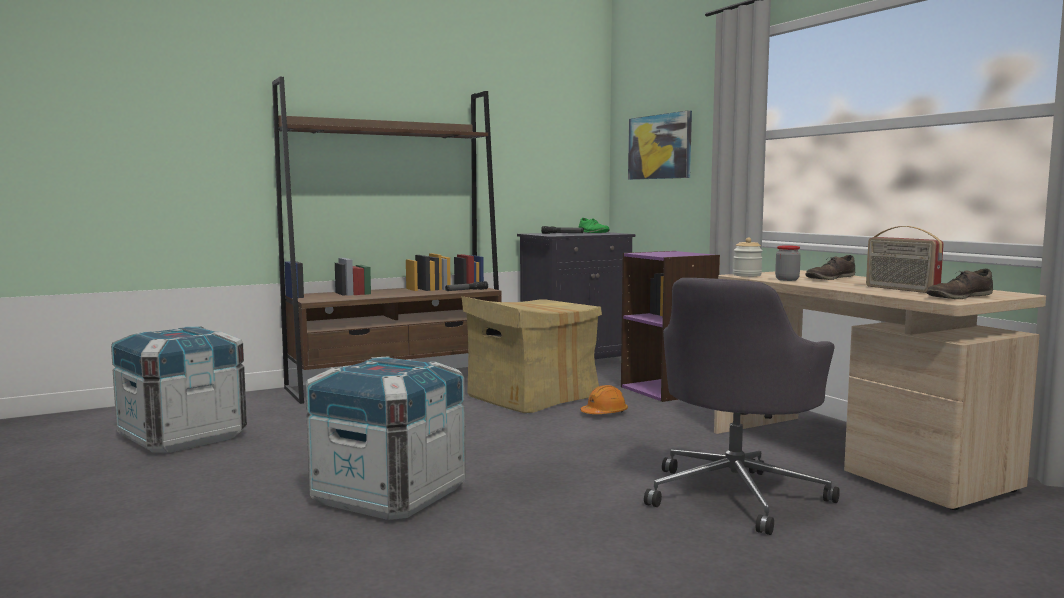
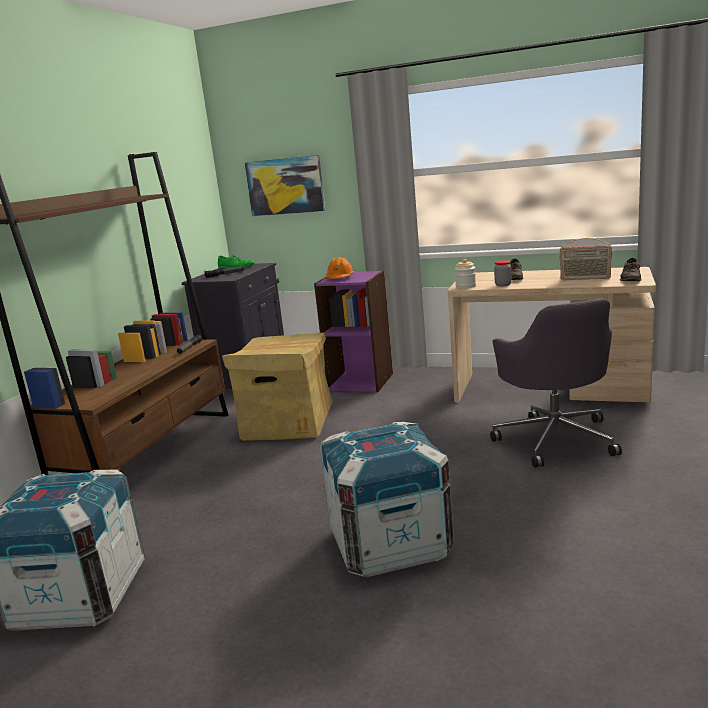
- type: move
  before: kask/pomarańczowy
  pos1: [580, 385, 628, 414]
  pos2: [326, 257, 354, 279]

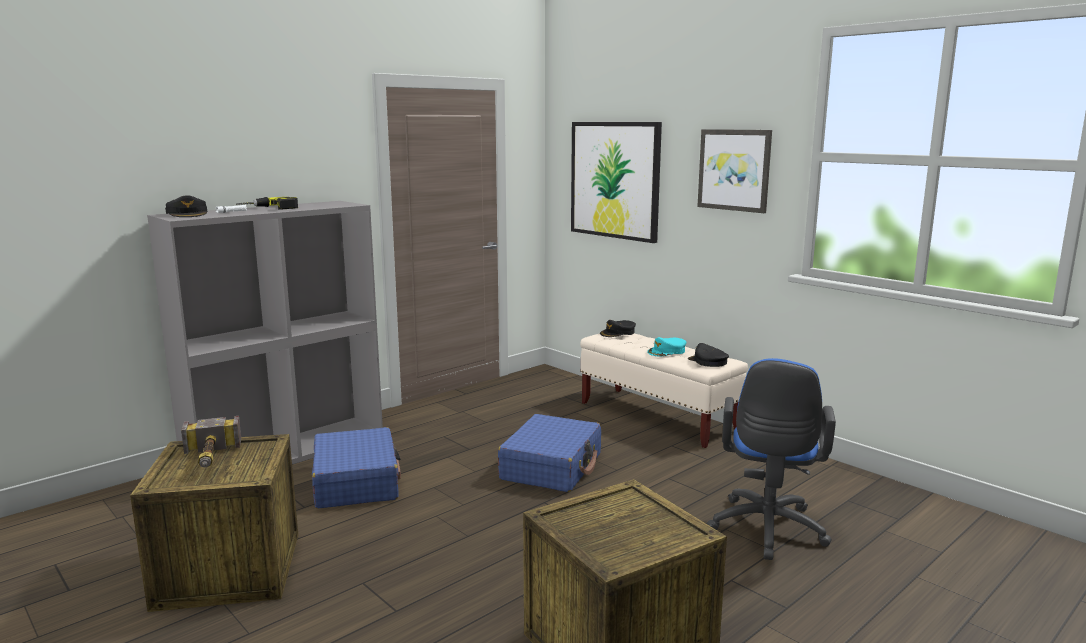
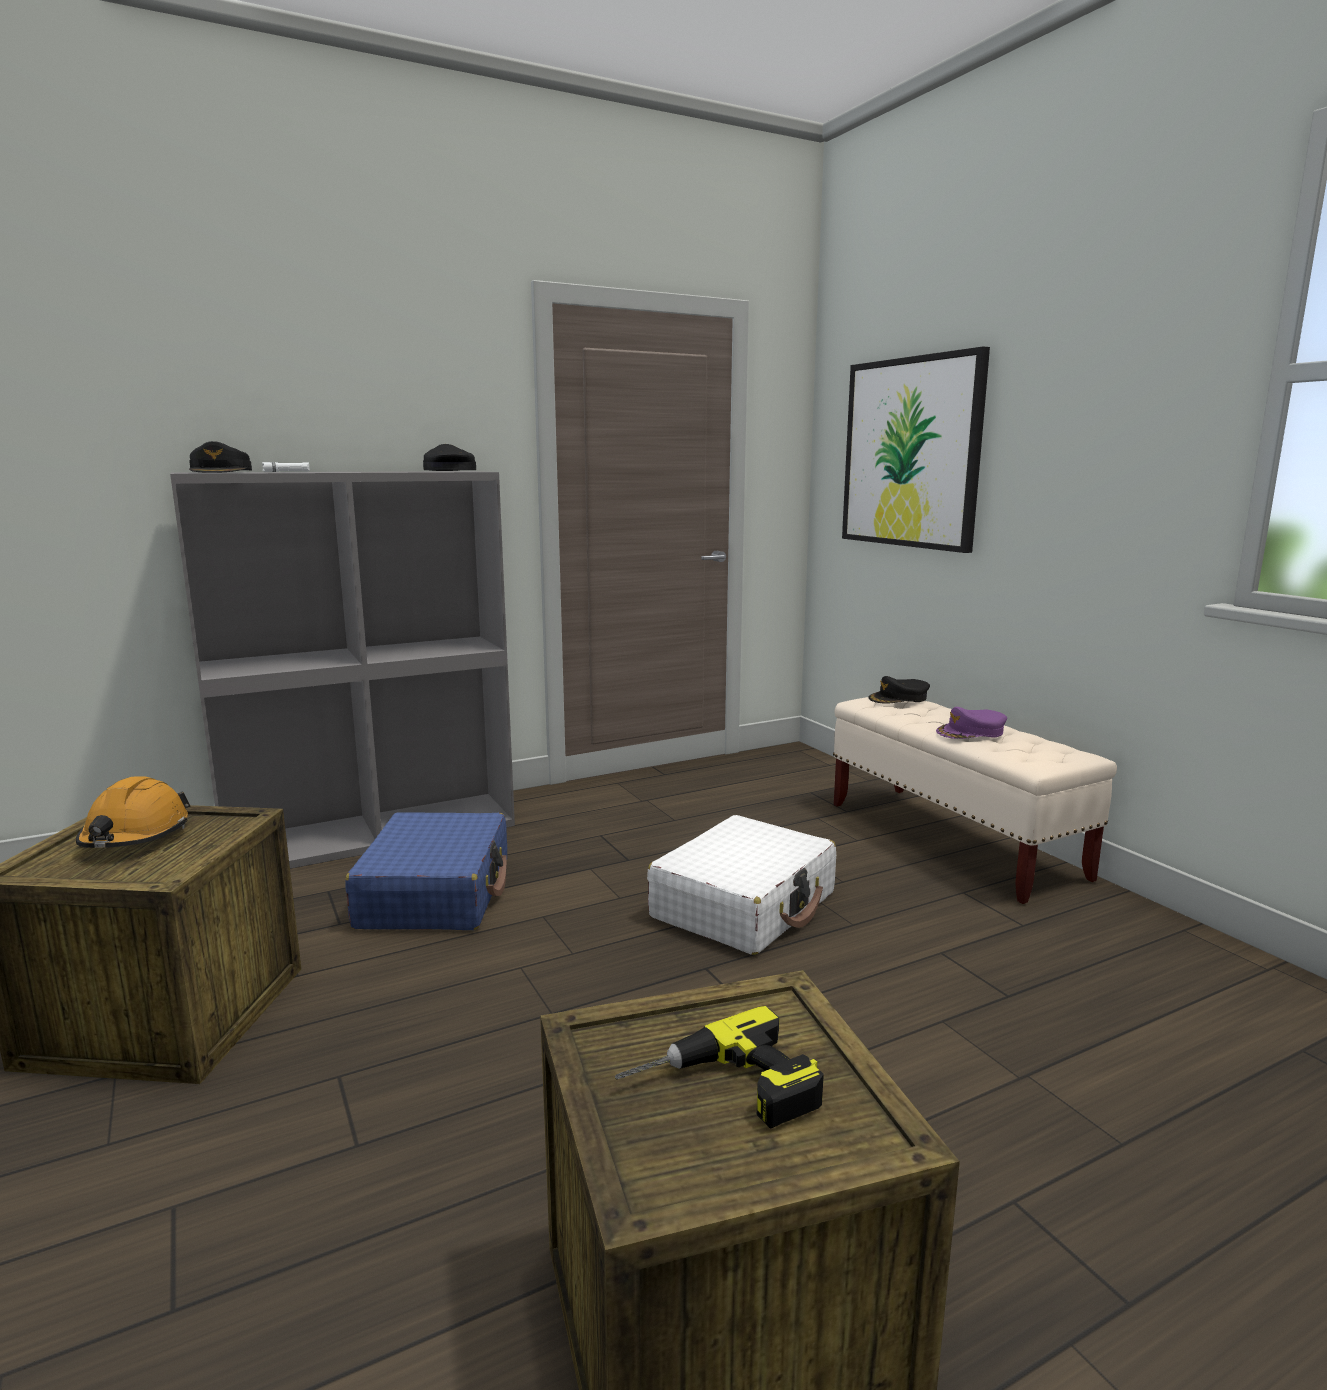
- type: delete
  before: obraz
  pos1: [697, 129, 772, 213]
- type: move
  before: wiertarka
  pos1: [236, 197, 298, 210]
  pos2: [615, 1006, 824, 1128]
- type: recolor
  before: czapka z daszkiem/turkusowy
  after: czapka z daszkiem/fioletowy
  pos1: [647, 337, 686, 356]
  pos2: [936, 707, 1007, 739]
- type: move
  before: czapka z daszkiem/czarny
  pos1: [688, 343, 729, 367]
  pos2: [423, 444, 476, 471]
- type: delete
  before: krzesło biurowe/niebieski
  pos1: [707, 358, 836, 560]
- type: recolor
  before: walizka/niebieski
  after: walizka/biały
  pos1: [498, 414, 601, 492]
  pos2: [647, 815, 836, 955]
- type: replace
  before: młotek
  after: kask/pomarańczowy
  pos1: [181, 416, 241, 468]
  pos2: [76, 776, 190, 848]

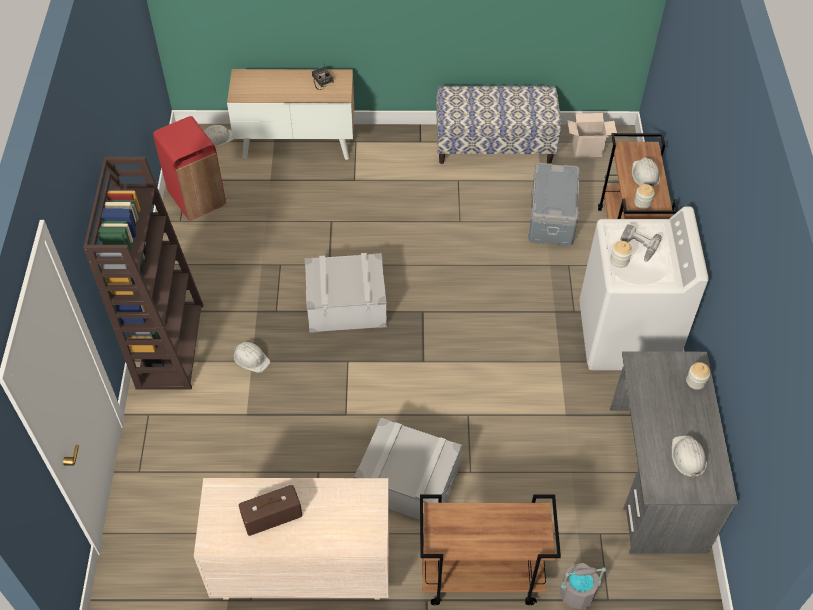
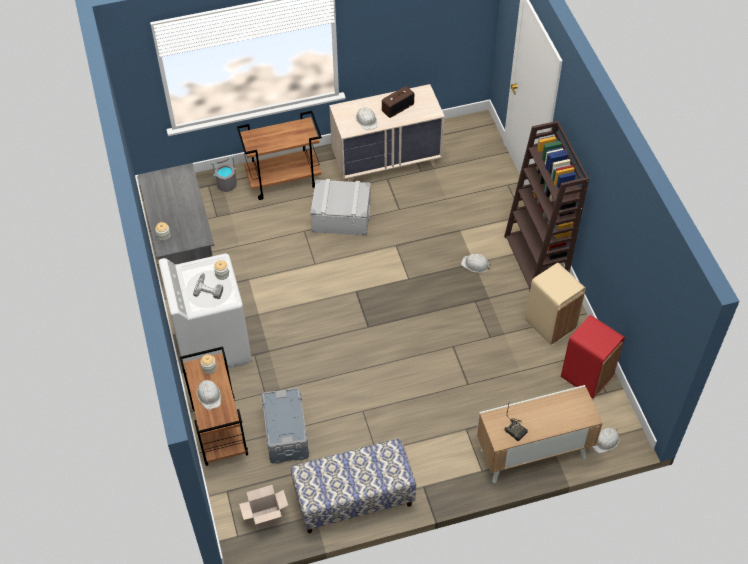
- type: delete
  before: pojemnik do przechowywania/szary
  pos1: [305, 253, 387, 333]
- type: move
  before: kask/biały
  pos1: [672, 435, 707, 479]
  pos2: [356, 107, 377, 130]
- type: insert
  after: kosz na śmieci/beżowy
  pos2: [525, 263, 586, 345]

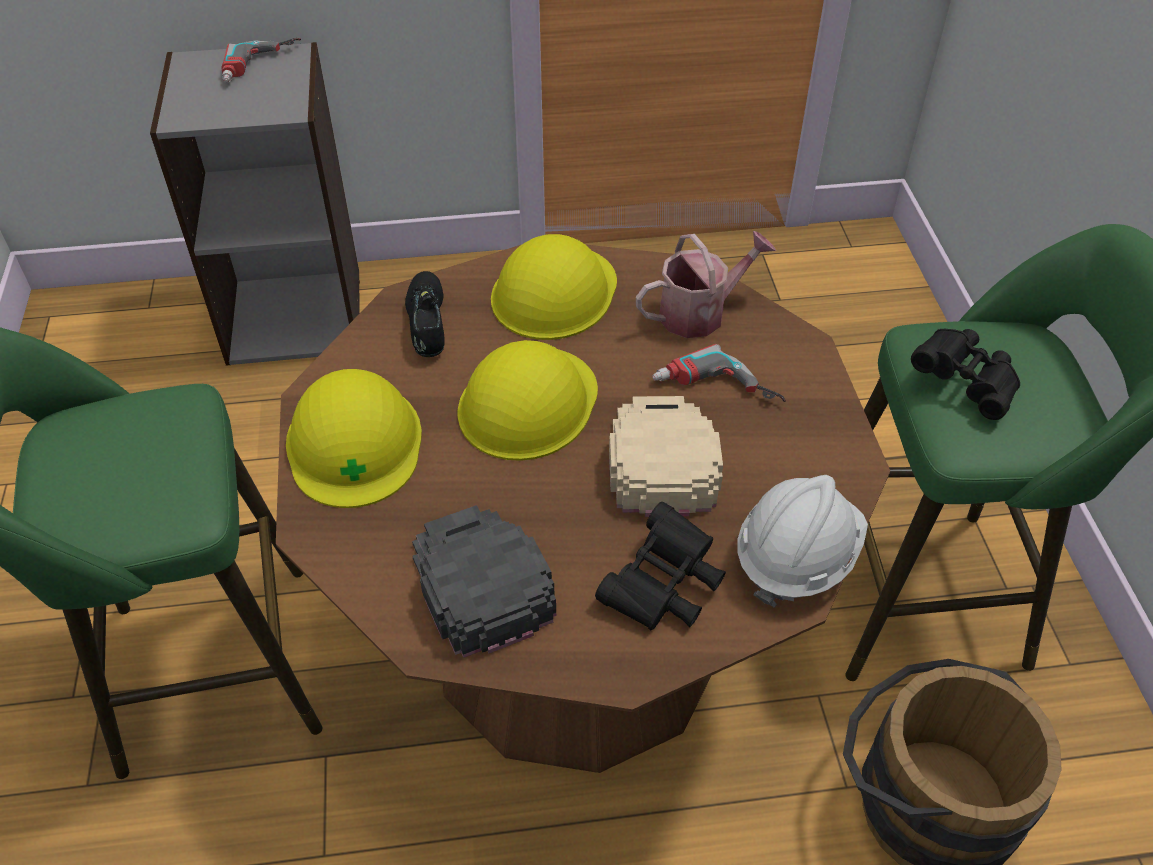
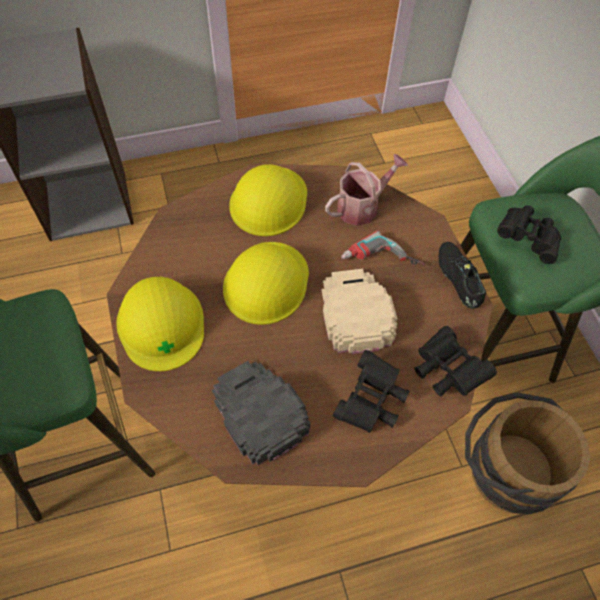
- type: delete
  before: wiertarka
  pos1: [222, 38, 301, 82]
- type: move
  before: but/czarny
  pos1: [405, 271, 445, 357]
  pos2: [439, 242, 486, 309]
- type: replace
  before: kask/biały
  after: lornetka/czarny
  pos1: [738, 475, 868, 608]
  pos2: [414, 326, 497, 396]

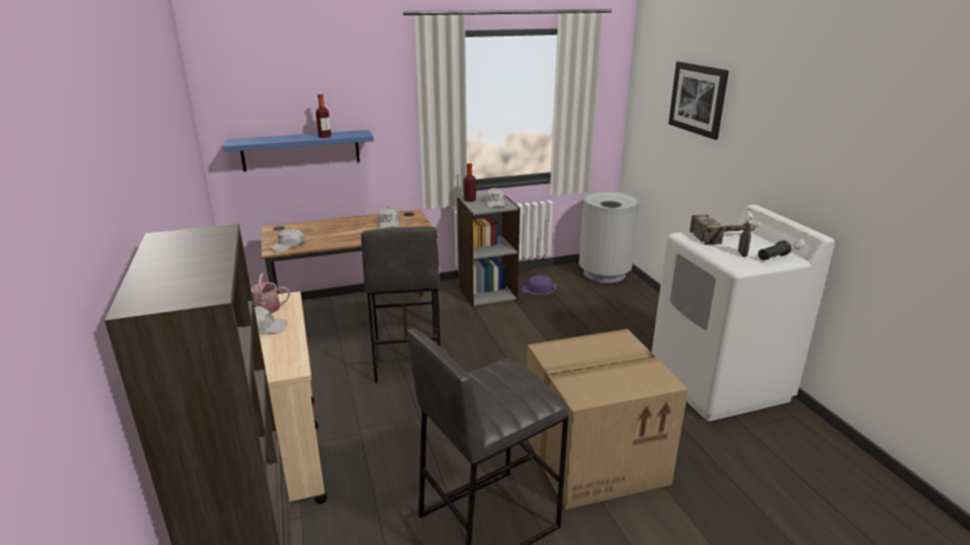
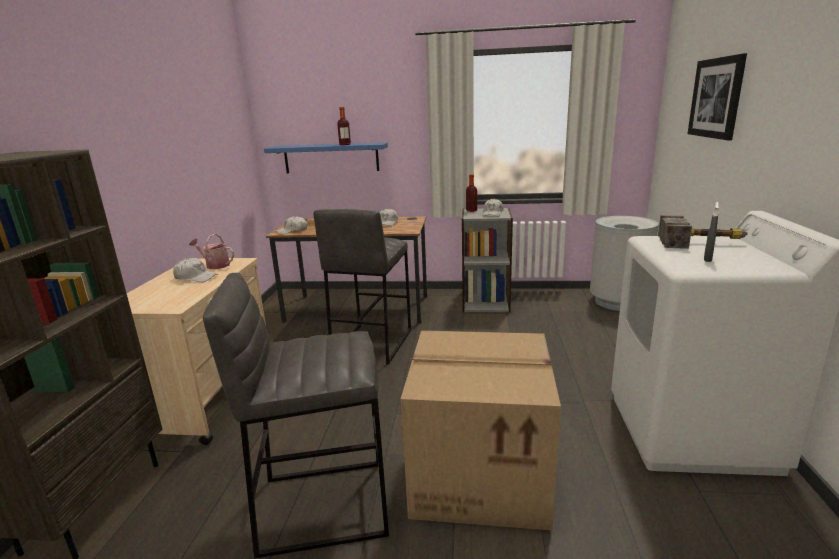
- type: delete
  before: latarka/czarny
  pos1: [758, 240, 791, 260]
- type: delete
  before: kask/fioletowy
  pos1: [522, 275, 557, 294]

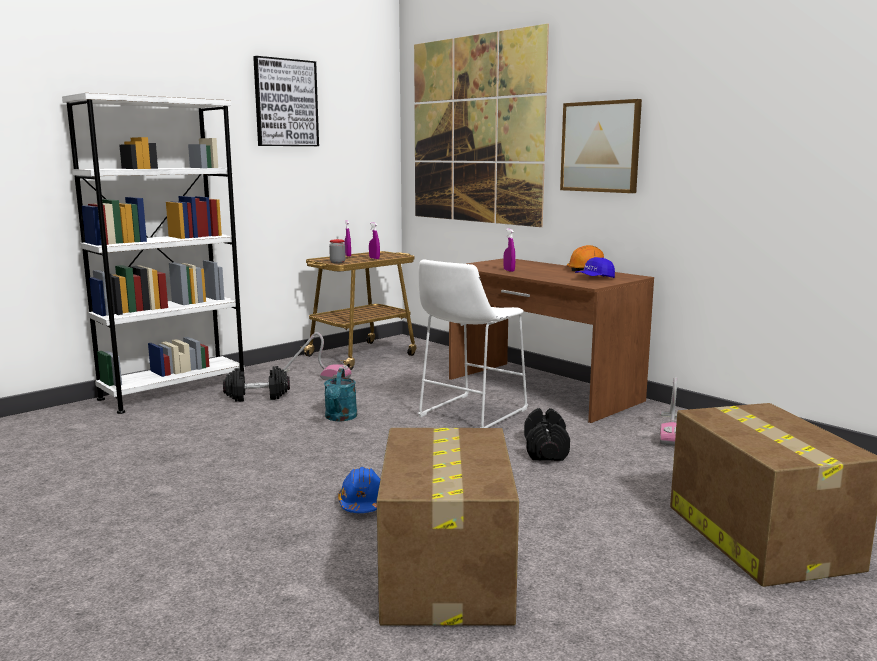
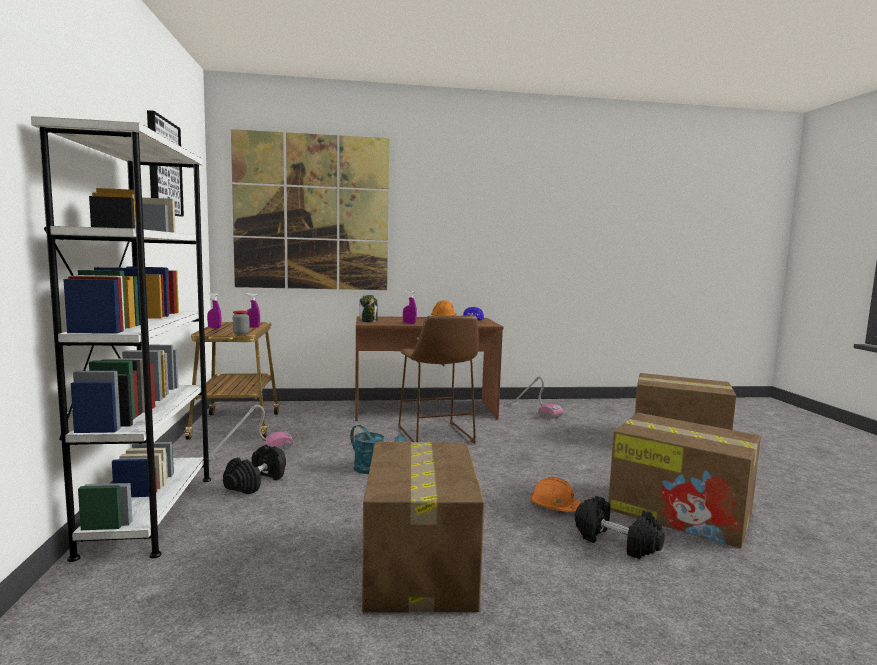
- type: delete
  before: obraz
  pos1: [560, 99, 642, 193]
- type: recolor
  before: stołek/biały
  after: stołek/brązowy
  pos1: [418, 260, 528, 428]
  pos2: [398, 315, 479, 444]
- type: move
  before: hantel/czarny
  pos1: [524, 408, 570, 461]
  pos2: [575, 496, 665, 559]
- type: recolor
  before: kask/niebieski
  after: kask/pomarańczowy
  pos1: [338, 467, 380, 513]
  pos2: [530, 477, 582, 512]
- type: insert
  after: słoik
  pos2: [359, 295, 378, 322]
- type: insert
  after: karton
  pos2: [362, 442, 484, 613]

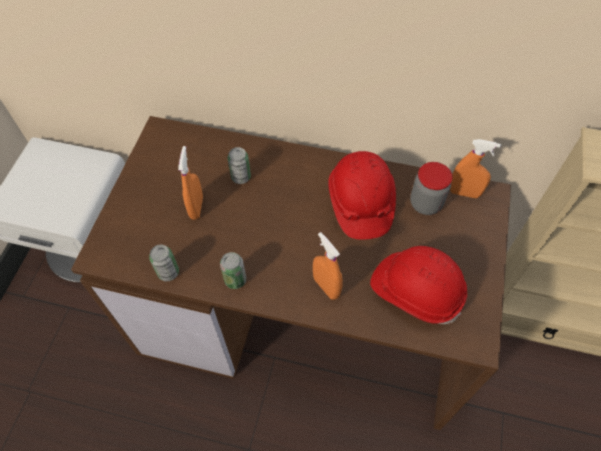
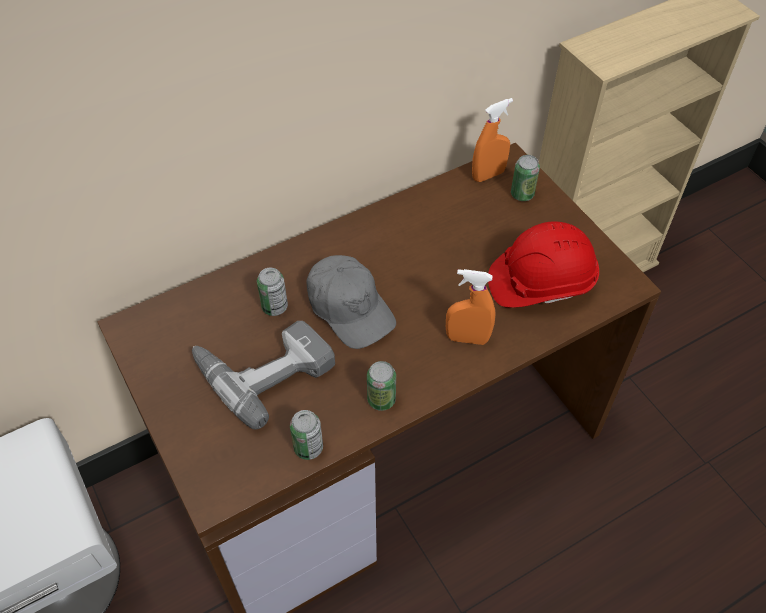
- type: replace
  before: spryskiwacz/pomarańczowy
  after: wiertarka
  pos1: [178, 146, 203, 220]
  pos2: [192, 321, 335, 429]
- type: delete
  before: kask/czerwony
  pos1: [328, 151, 396, 240]
- type: delete
  before: słoik
  pos1: [410, 162, 452, 215]
- type: insert
  after: puszka
  pos2: [511, 155, 540, 201]
- type: insert
  after: czapka z daszkiem/szary
  pos2: [306, 255, 396, 349]

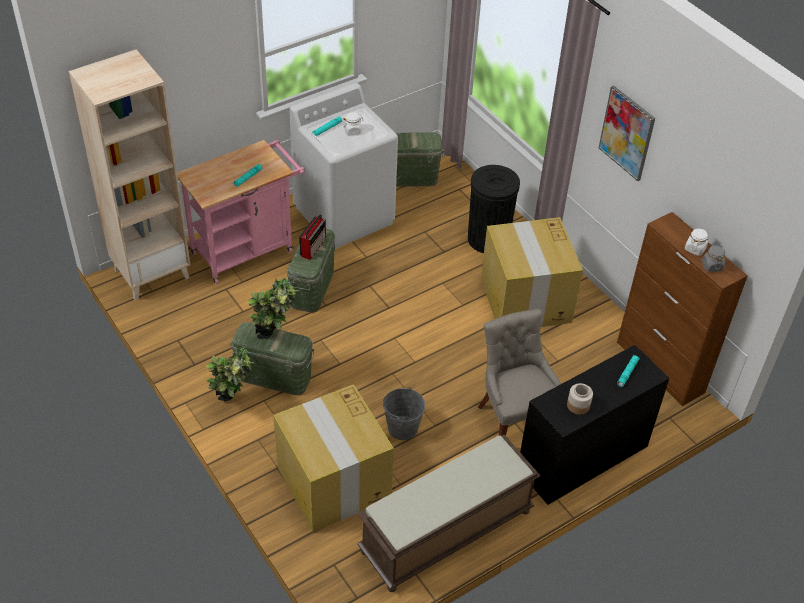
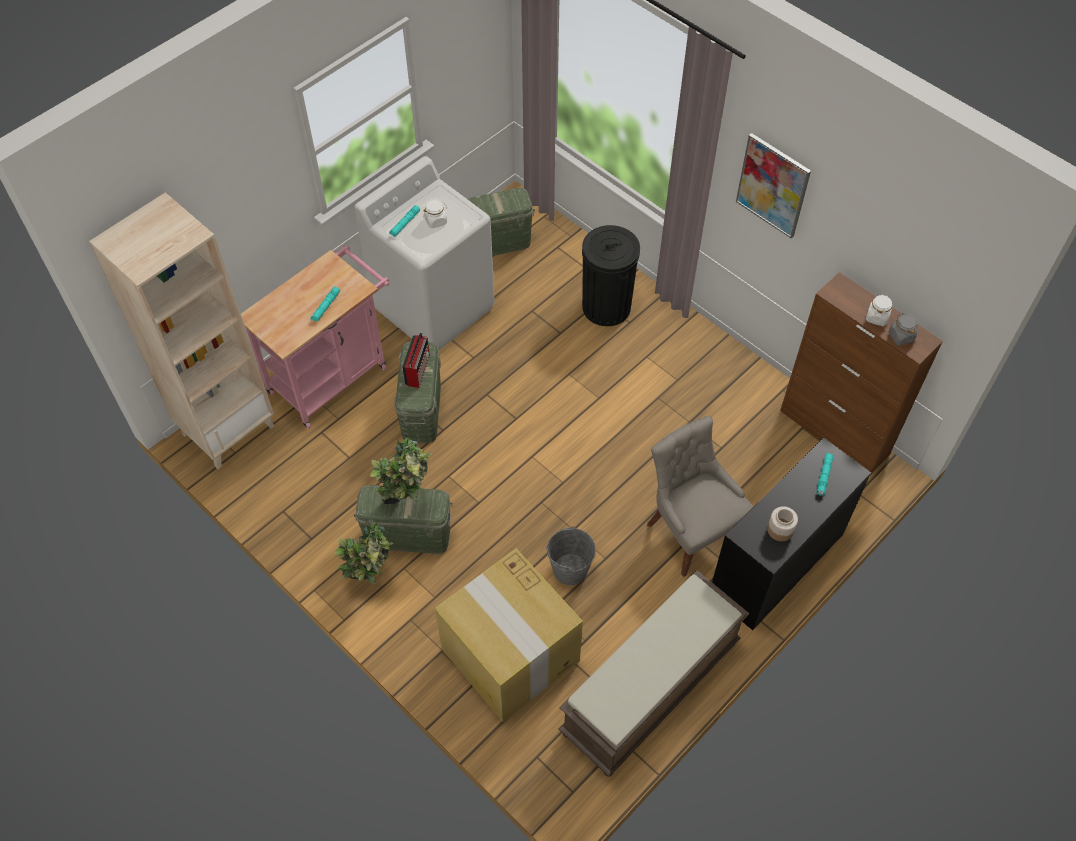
- type: delete
  before: karton
  pos1: [481, 217, 583, 327]

